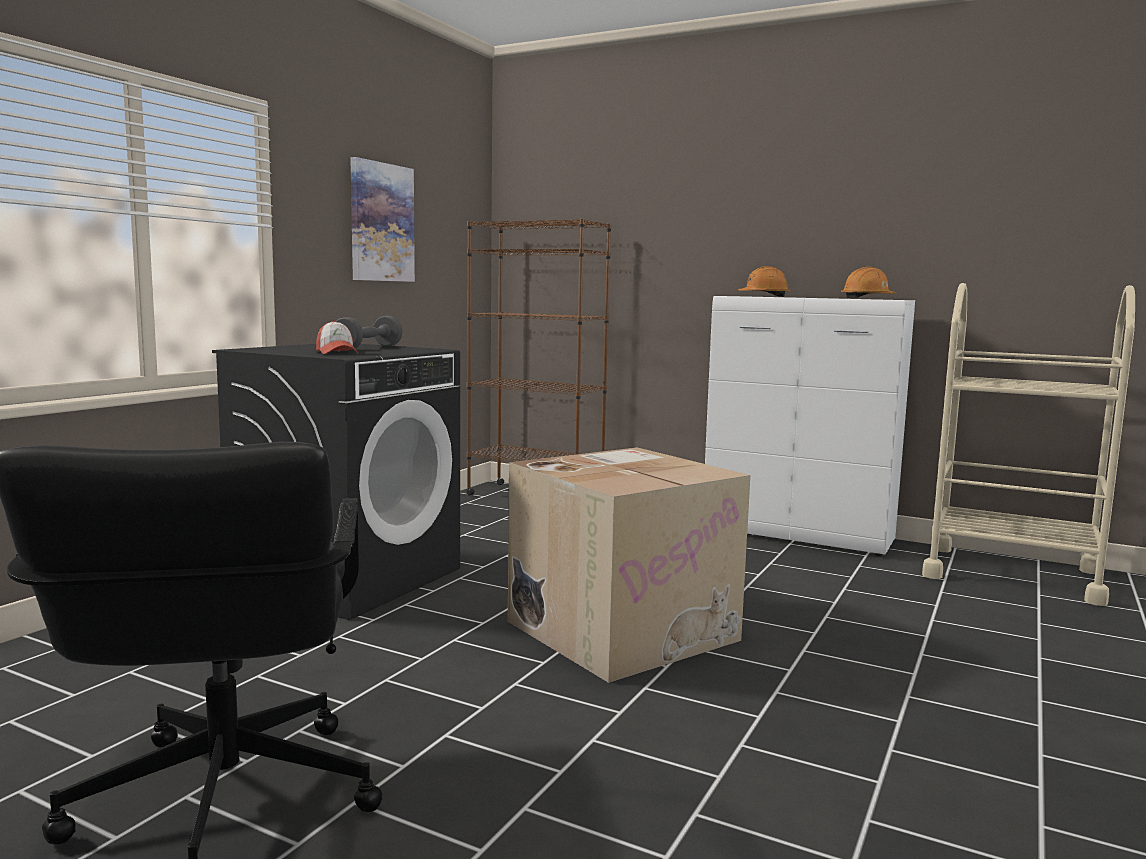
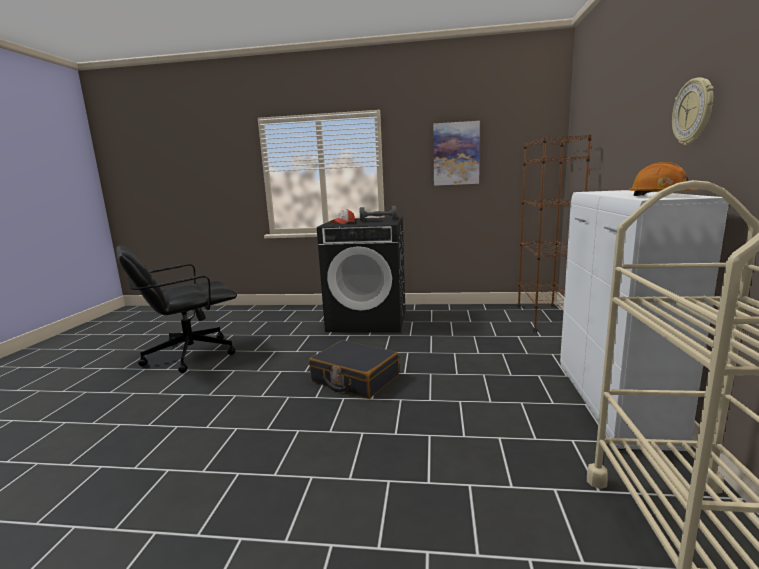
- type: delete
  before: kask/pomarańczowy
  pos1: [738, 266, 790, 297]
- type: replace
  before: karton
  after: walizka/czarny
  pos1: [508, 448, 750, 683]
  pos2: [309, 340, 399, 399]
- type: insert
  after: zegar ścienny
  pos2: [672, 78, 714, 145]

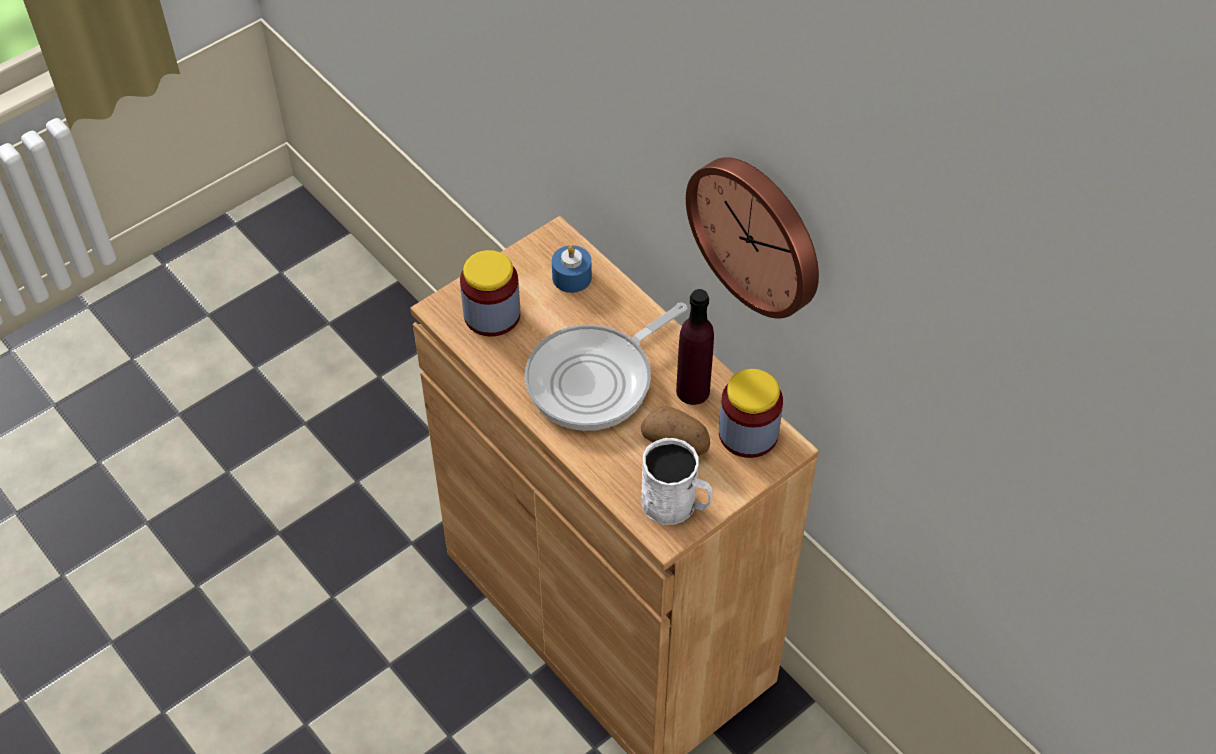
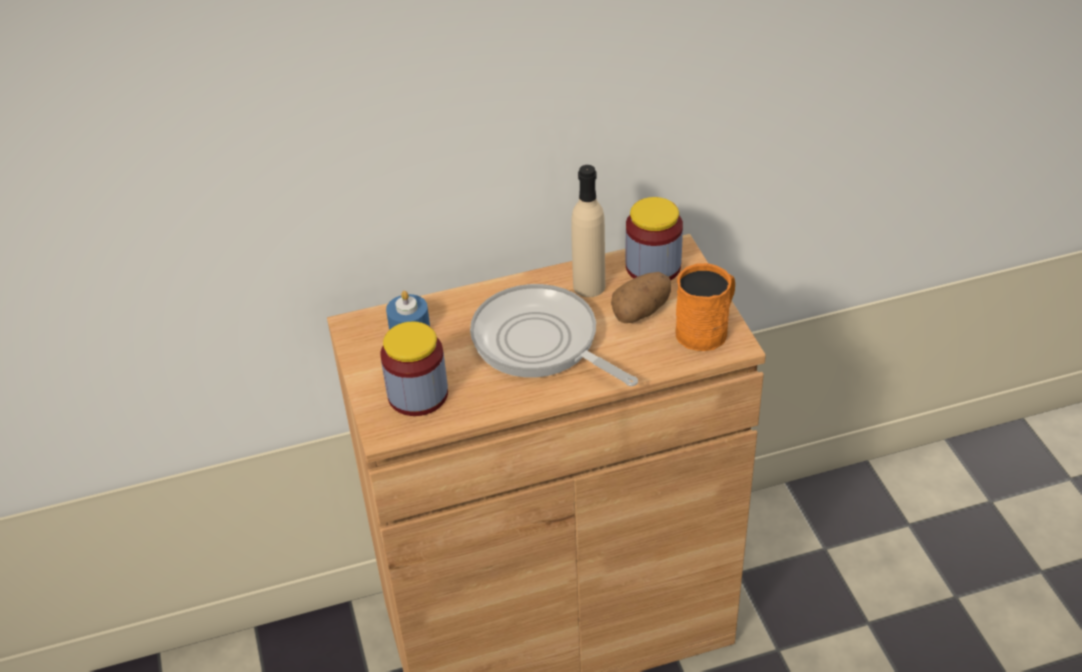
- type: delete
  before: zegar ścienny
  pos1: [686, 157, 819, 319]
- type: recolor
  before: butelka/fioletowy
  after: butelka/beżowy
  pos1: [676, 289, 714, 405]
  pos2: [571, 165, 605, 297]
- type: rotate
  before: patelnia
  pos1: [525, 302, 687, 431]
  pos2: [470, 284, 638, 386]
  turn: 150
- type: recolor
  before: kubek/biały
  after: kubek/pomarańczowy
  pos1: [641, 438, 713, 525]
  pos2: [675, 263, 735, 351]

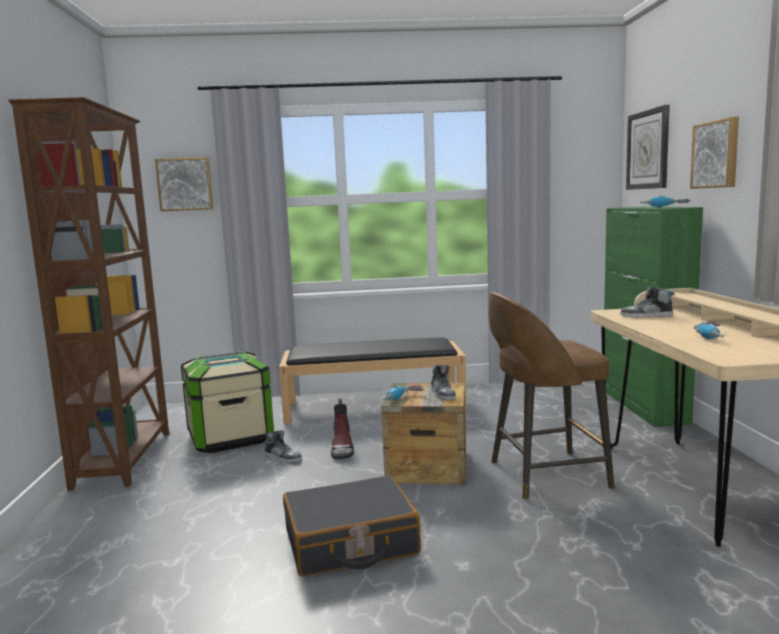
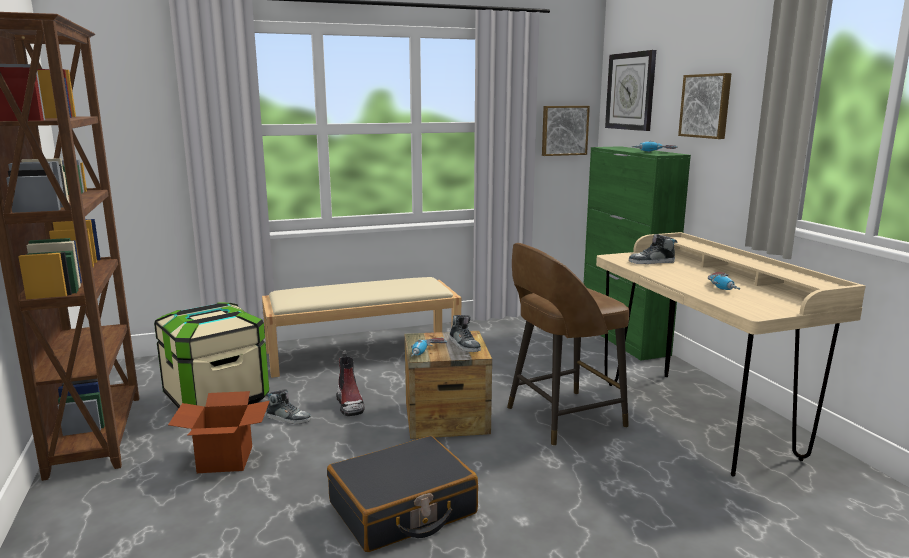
- type: move
  before: obraz
  pos1: [155, 157, 213, 211]
  pos2: [542, 106, 590, 156]
- type: recolor
  before: ławka/czarny
  after: ławka/beżowy
  pos1: [279, 338, 467, 424]
  pos2: [262, 277, 461, 378]
- type: insert
  after: karton
  pos2: [168, 391, 270, 473]

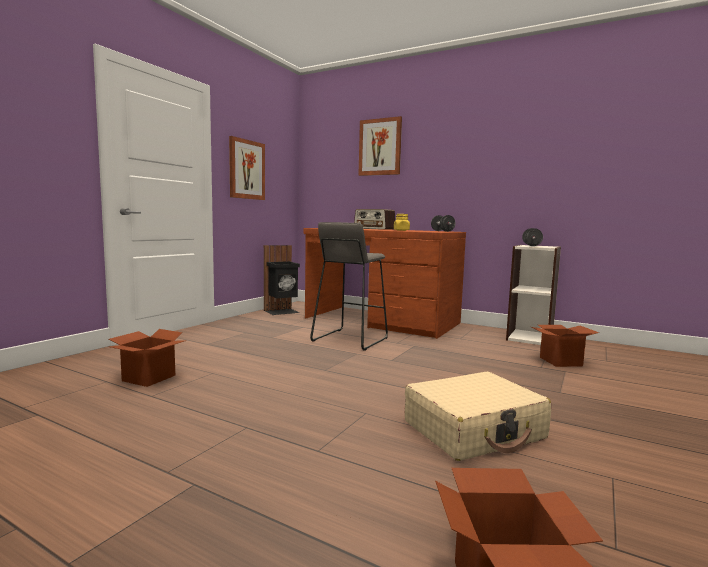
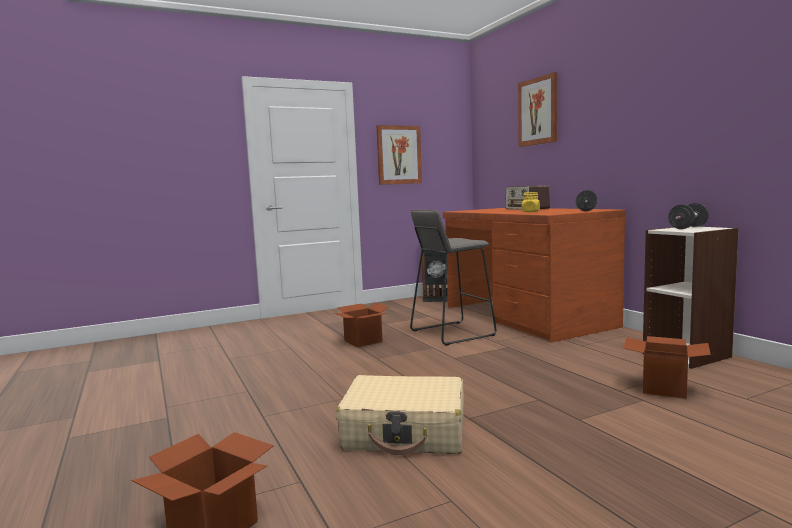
- type: move
  before: karton
  pos1: [109, 329, 187, 387]
  pos2: [334, 303, 389, 347]

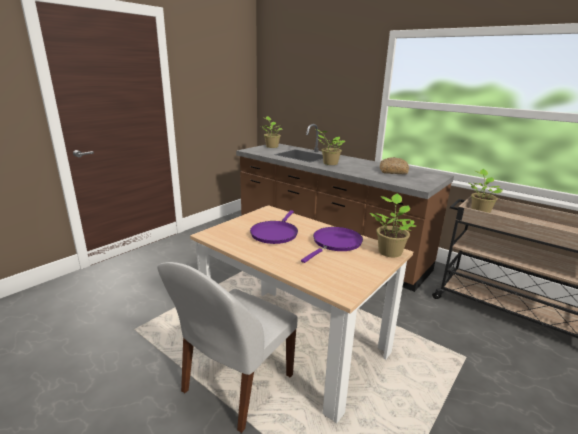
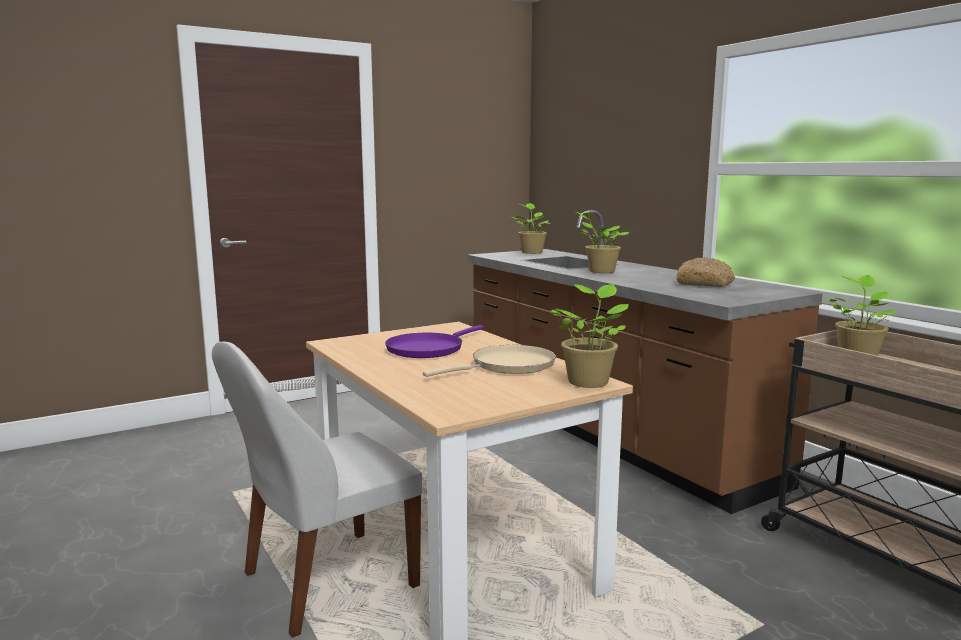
- type: recolor
  before: patelnia/fioletowy
  after: patelnia/beżowy
  pos1: [301, 227, 363, 263]
  pos2: [423, 345, 556, 377]

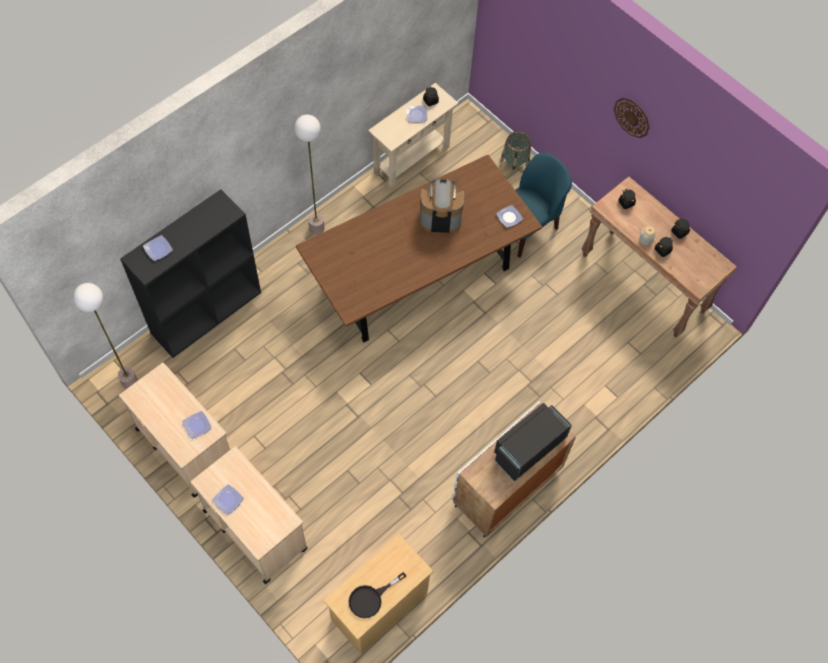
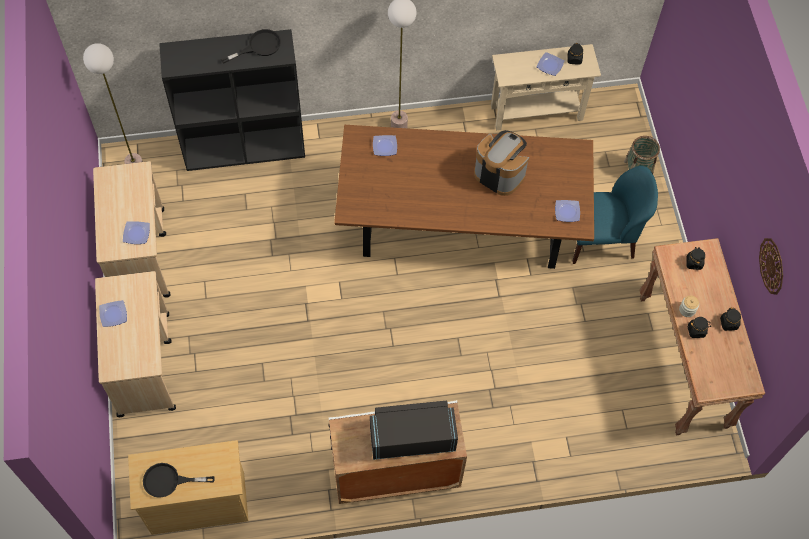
- type: move
  before: zegar ścienny
  pos1: [614, 98, 650, 138]
  pos2: [759, 238, 783, 295]
- type: move
  before: talerz
  pos1: [143, 235, 173, 261]
  pos2: [373, 135, 397, 156]
- type: insert
  after: patelnia/czarny
  pos2: [221, 29, 281, 63]

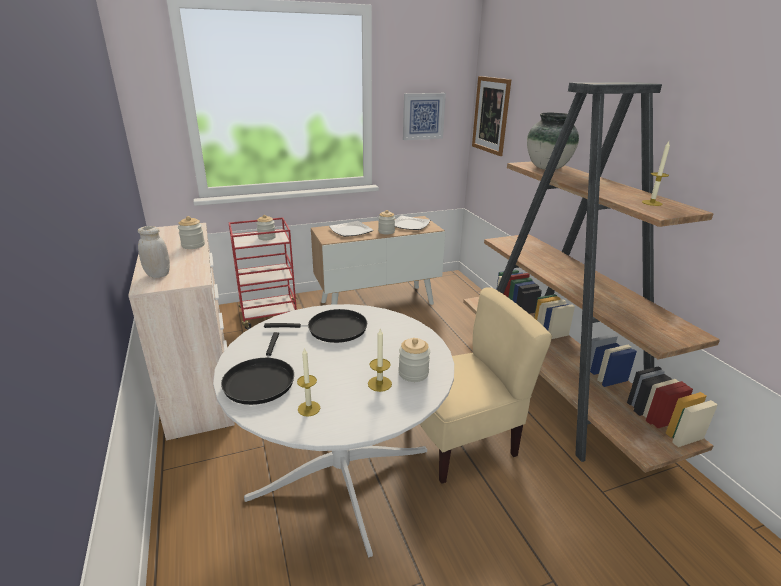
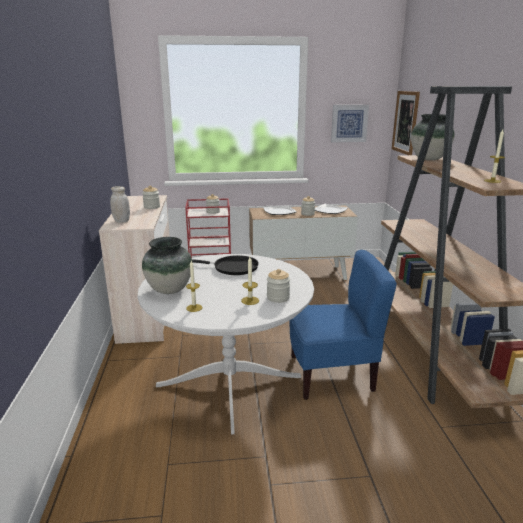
- type: recolor
  before: krzesło/beżowy
  after: krzesło/niebieski
  pos1: [420, 287, 552, 484]
  pos2: [290, 250, 397, 400]
- type: replace
  before: patelnia/czarny
  after: wazon
  pos1: [221, 332, 294, 405]
  pos2: [142, 237, 193, 294]

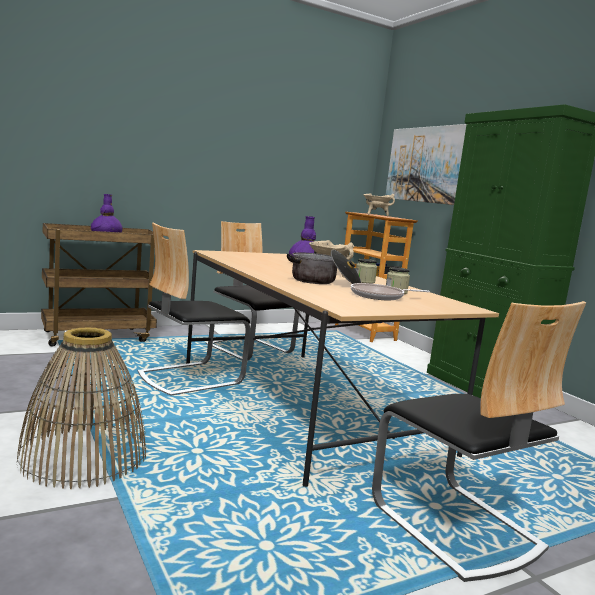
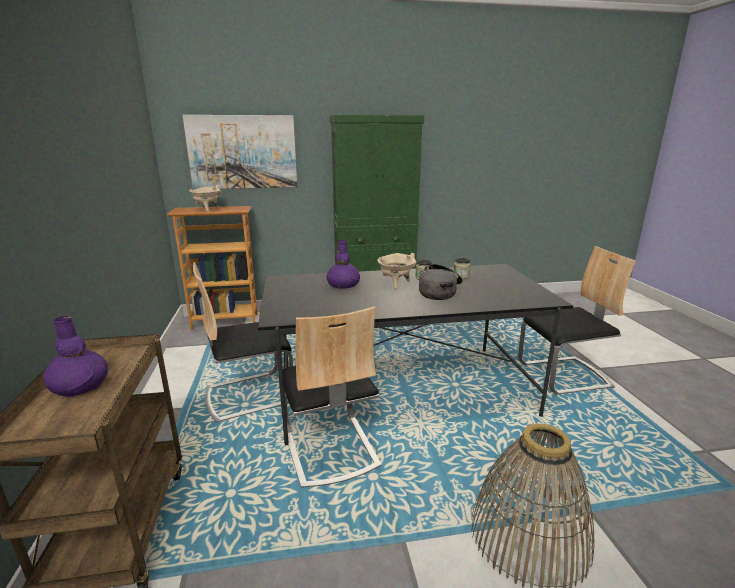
- type: recolor
  before: stół jadalny/beżowy
  after: stół jadalny/czarny
  pos1: [186, 250, 499, 487]
  pos2: [258, 264, 573, 445]
- type: delete
  before: patelnia
  pos1: [351, 283, 430, 300]

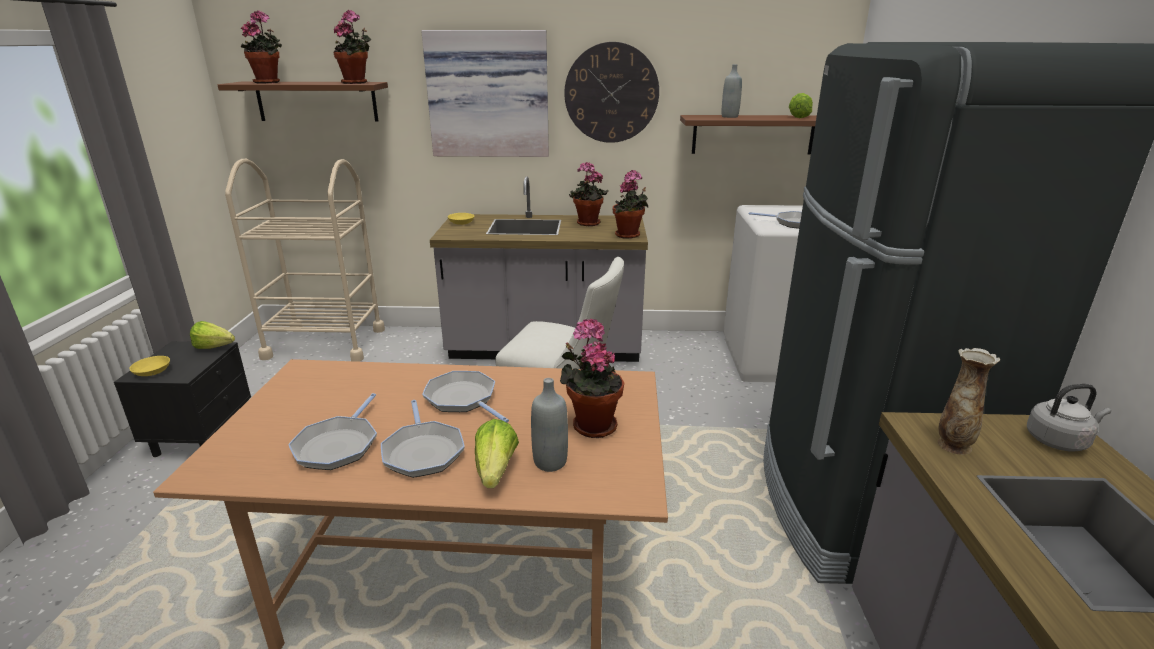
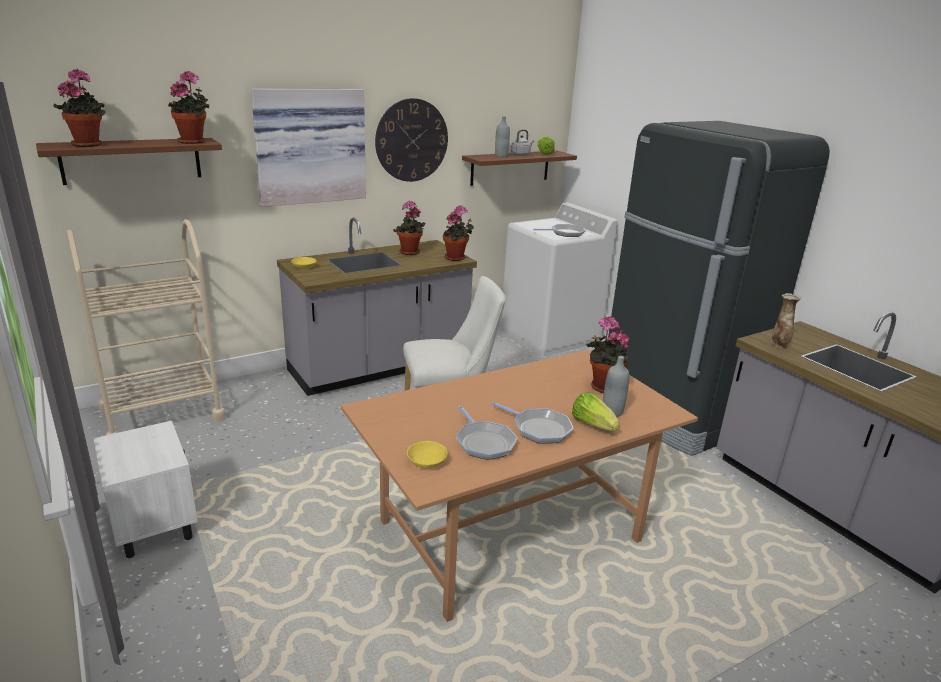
- type: delete
  before: sałata
  pos1: [190, 321, 235, 349]
- type: recolor
  before: szafka nocna/czarny
  after: szafka nocna/biały
  pos1: [114, 341, 251, 457]
  pos2: [93, 421, 198, 558]
- type: move
  before: miska/żółty
  pos1: [129, 356, 170, 376]
  pos2: [407, 441, 448, 468]
- type: delete
  before: patelnia
  pos1: [422, 371, 509, 423]
- type: move
  before: czajnik/szary
  pos1: [1027, 384, 1111, 451]
  pos2: [511, 130, 534, 156]

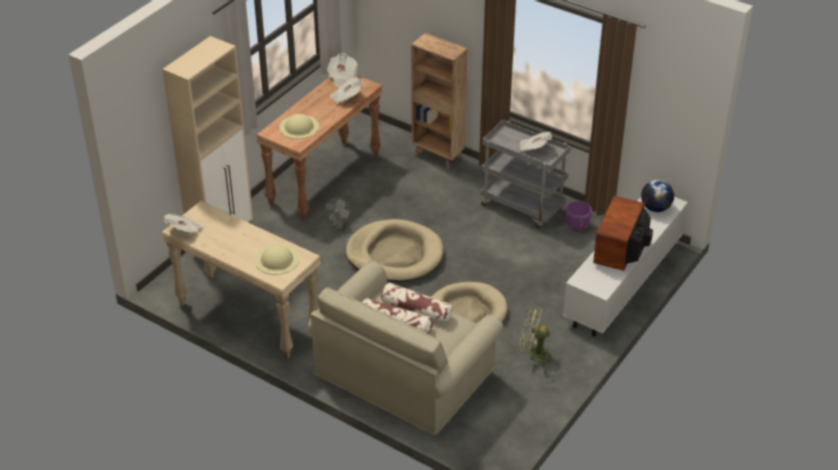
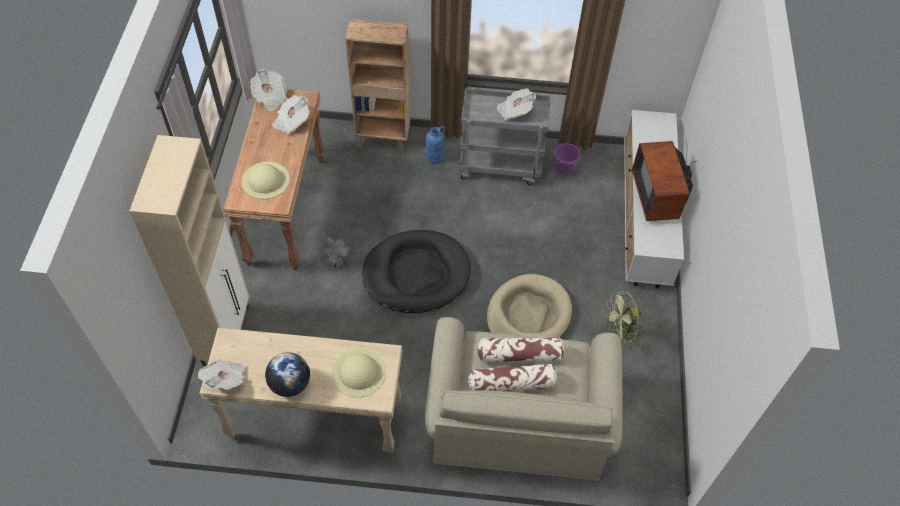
- type: move
  before: globus
  pos1: [641, 180, 674, 212]
  pos2: [265, 352, 310, 397]
- type: recolor
  before: legowisko/beżowy
  after: legowisko/czarny
  pos1: [346, 219, 443, 282]
  pos2: [362, 230, 470, 313]
- type: insert
  after: wazon/niebieski
  pos2: [425, 126, 445, 164]

